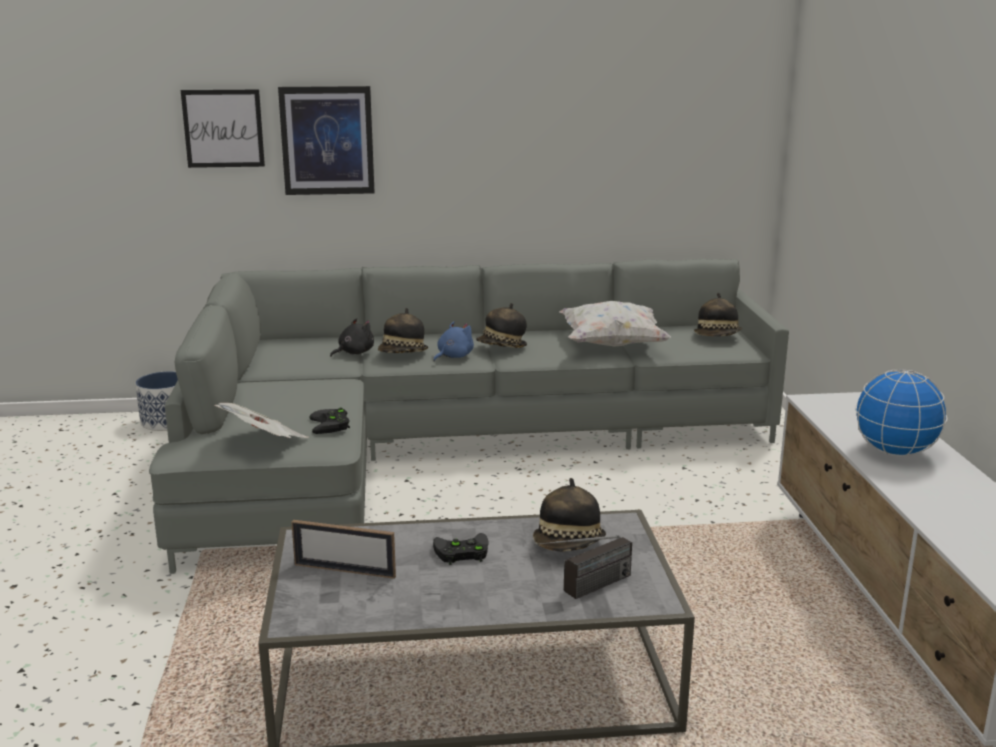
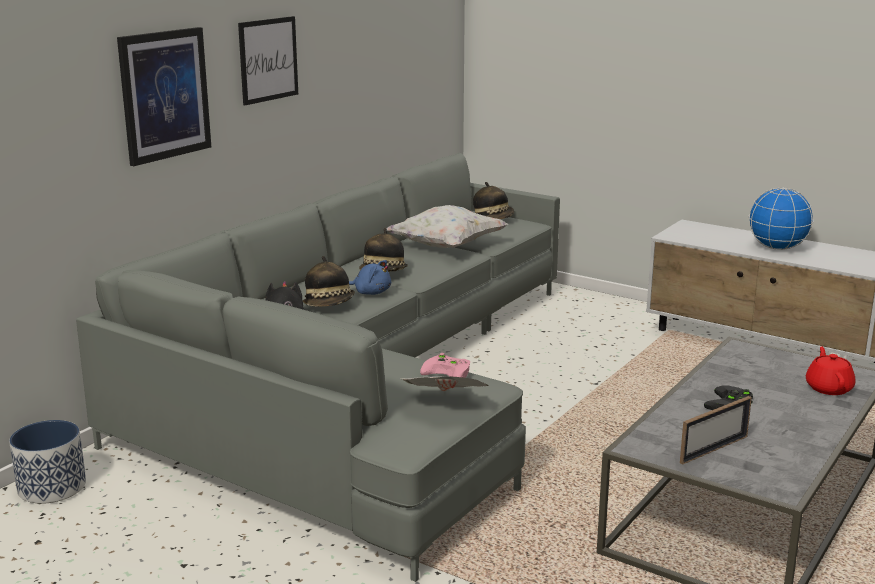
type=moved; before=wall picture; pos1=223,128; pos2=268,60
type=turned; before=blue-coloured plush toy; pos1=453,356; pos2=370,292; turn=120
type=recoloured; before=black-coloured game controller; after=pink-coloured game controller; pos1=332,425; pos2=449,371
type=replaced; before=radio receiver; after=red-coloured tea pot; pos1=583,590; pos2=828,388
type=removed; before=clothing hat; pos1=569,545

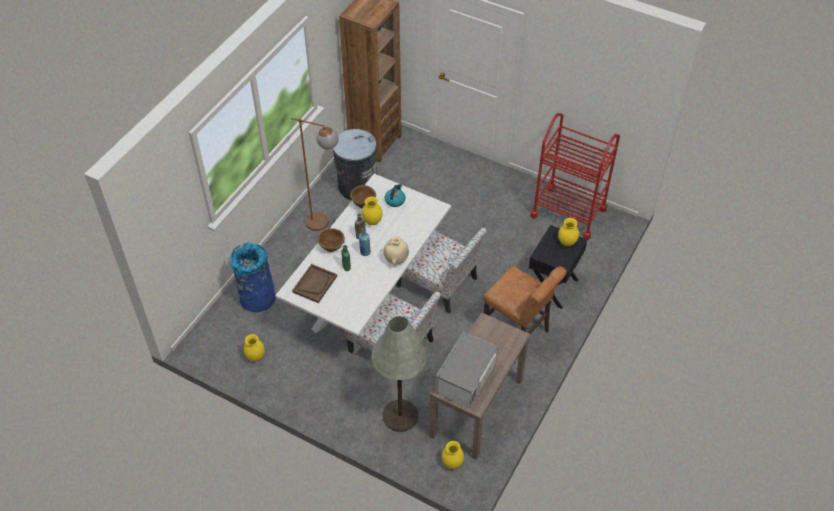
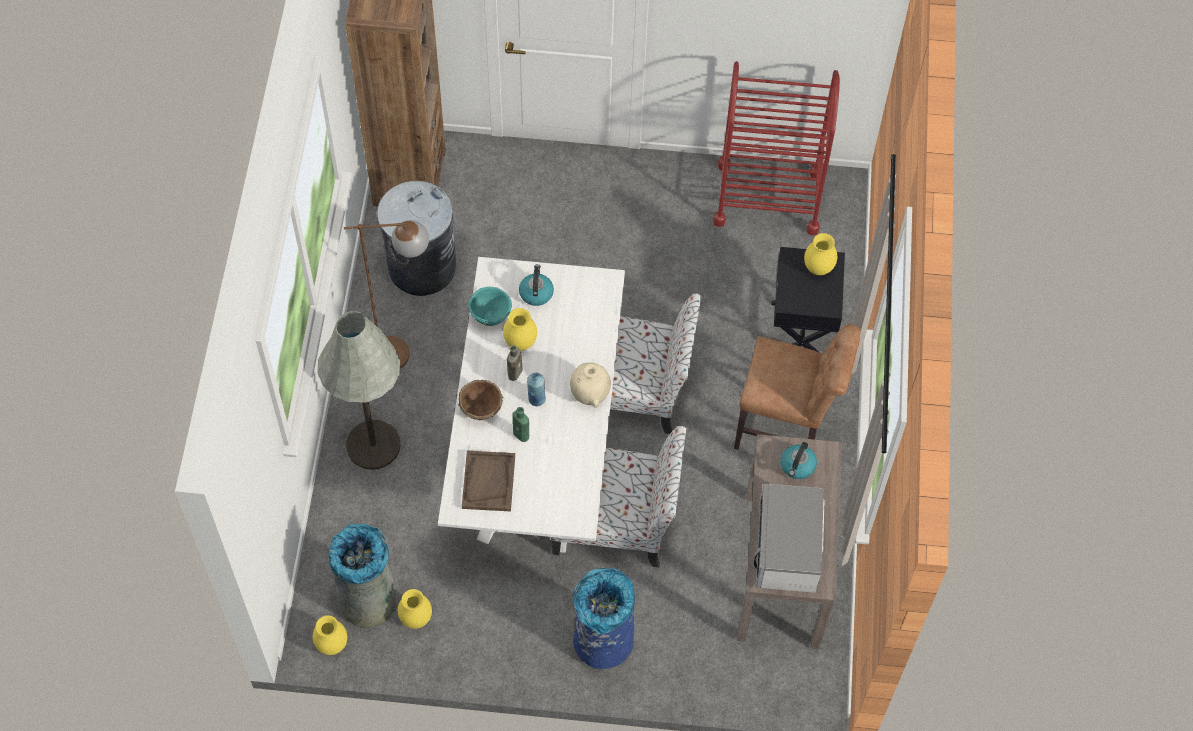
type=moved; before=yellowish decorative vase; pos1=452,463; pos2=332,645
type=moved; before=grey standard lamp; pos1=400,415; pos2=373,445
type=added; after=grey waste bin; pos2=367,598
type=recoloured; before=brownish deep dish; after=turquoise deep dish; pos1=363,203; pos2=490,316
type=moved; before=blue-coloured waste bin; pos1=257,298; pos2=602,641
type=added; after=water kettle; pos2=797,466

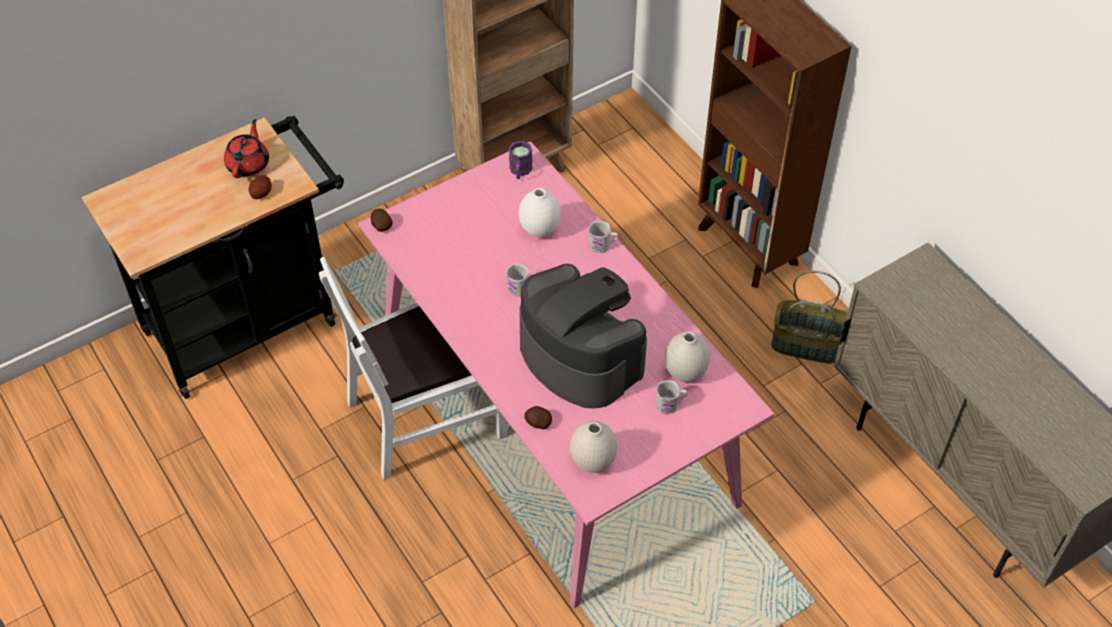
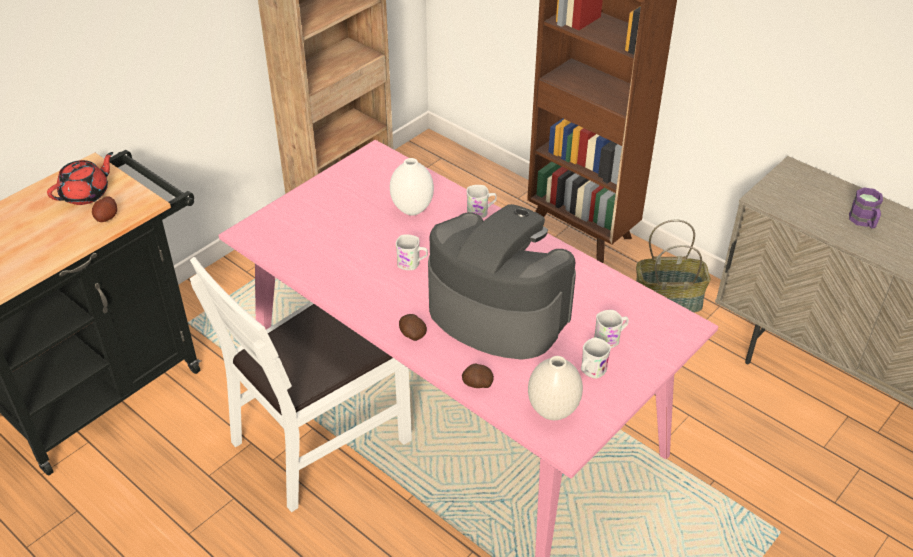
type=turned; before=red-coloured tea pot; pos1=248,164; pos2=86,194; turn=45
type=moved; before=whole potato; pos1=381,225; pos2=412,334
type=added; after=whitish mug; pos2=591,371
type=moved; before=purplish mug; pos1=520,171; pos2=864,222
type=removed; before=whitish decorative vase; pos1=684,373

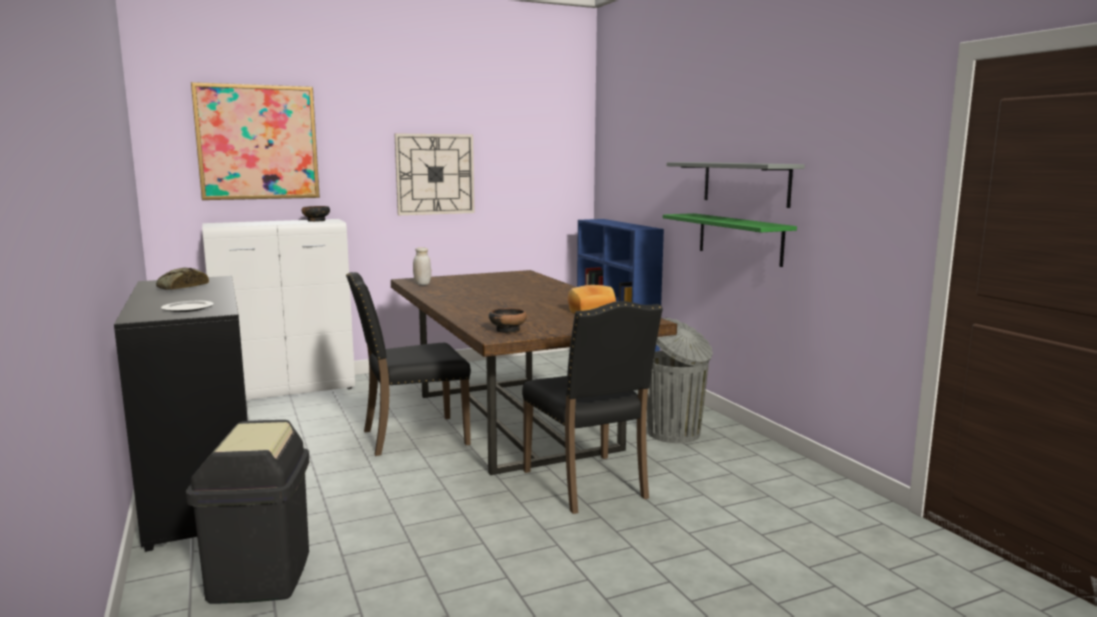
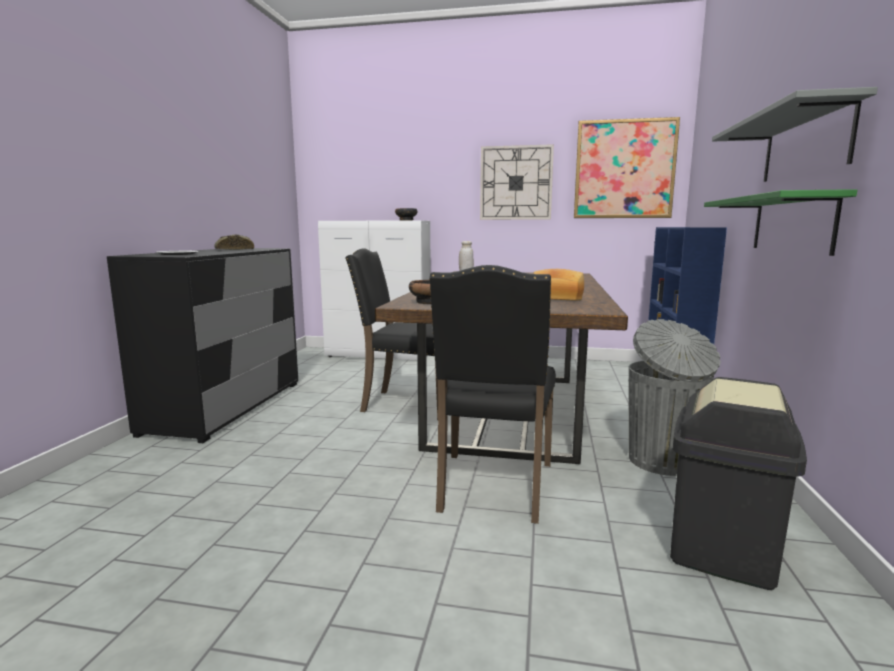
type=moved; before=wall picture; pos1=257,142; pos2=624,169
type=moved; before=black-coloured waste bin; pos1=261,576; pos2=723,550

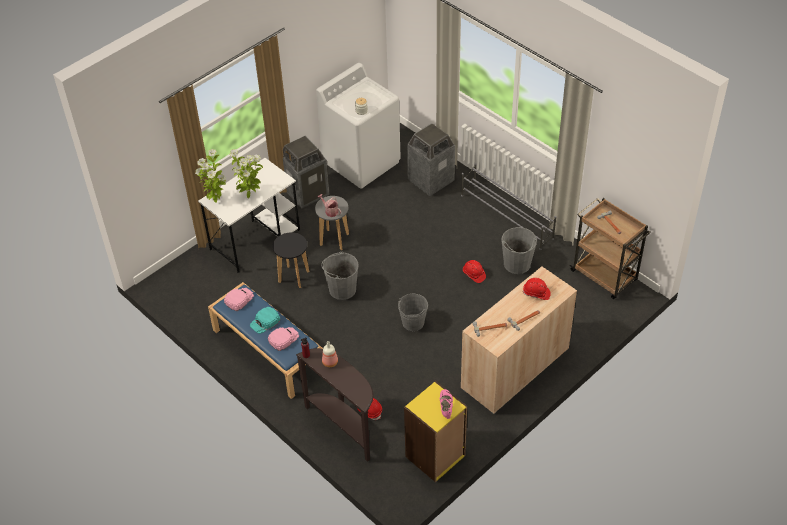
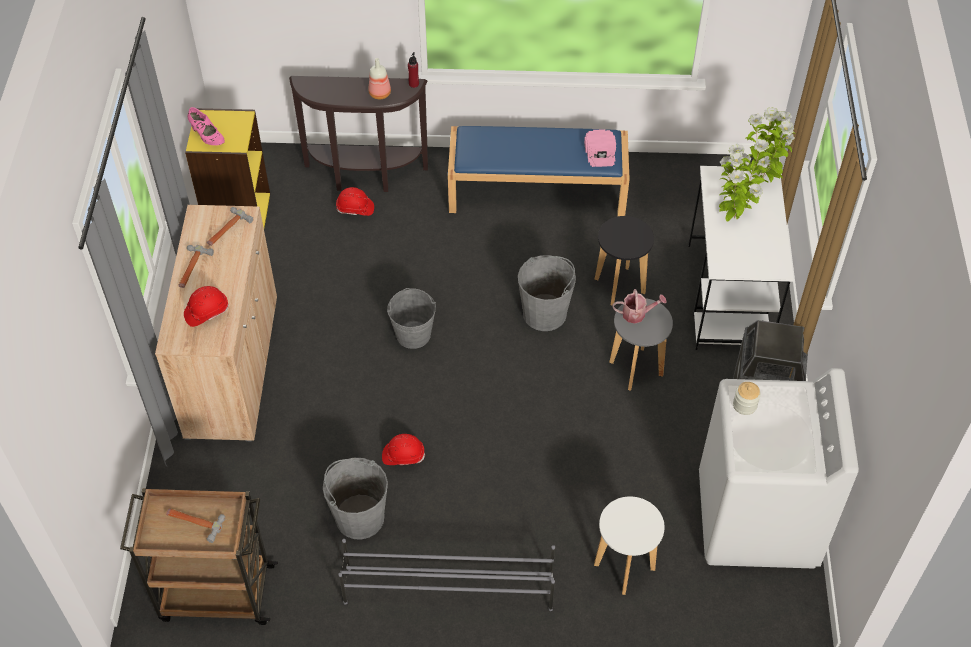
type=replaced; before=waste bin; after=whitish sitting stool; pos1=430,180; pos2=624,567
type=removed; before=turquoise cap; pos1=265,322
type=removed; before=pink-coloured cap; pos1=283,339

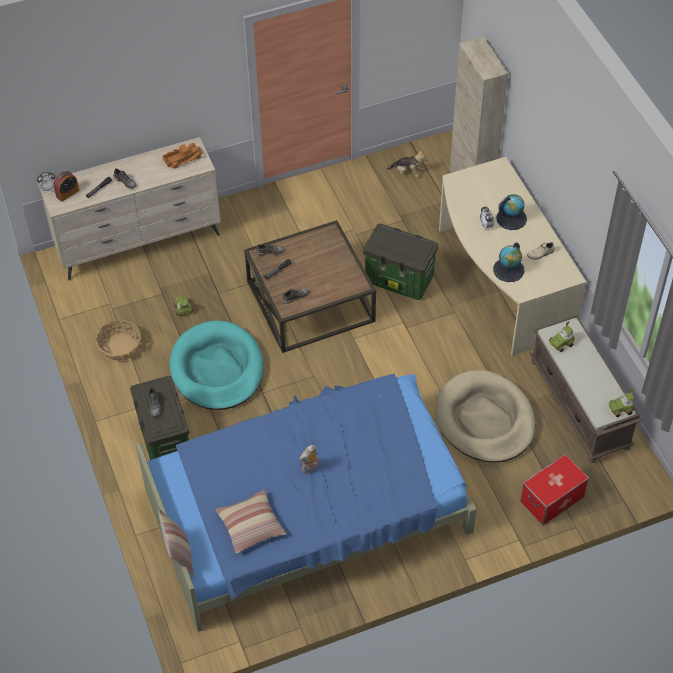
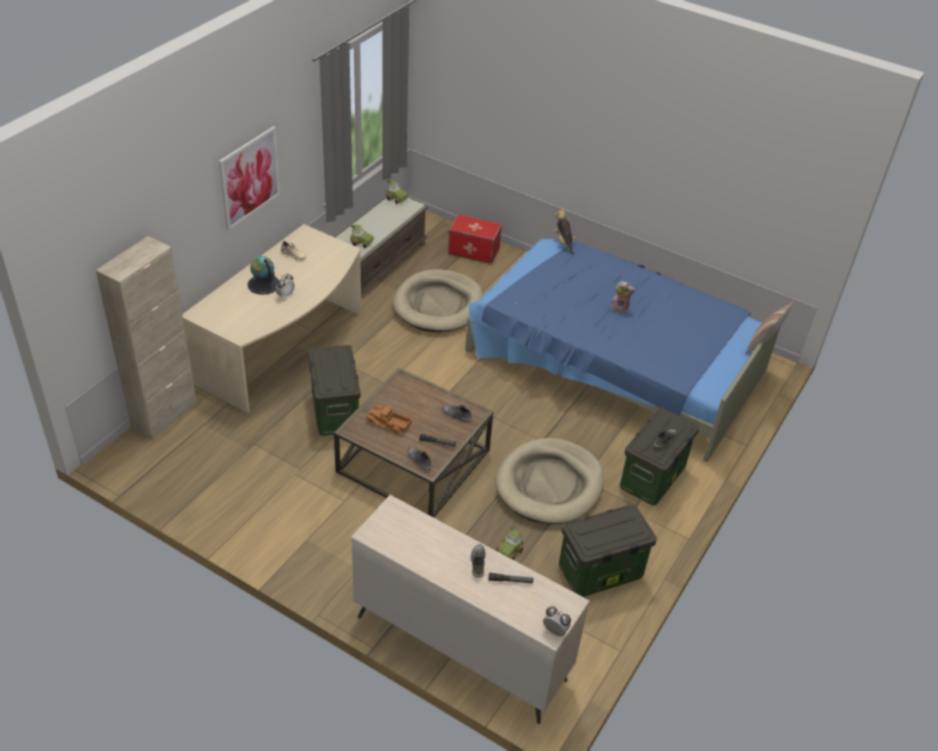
type=added; after=wall picture; pos2=250,178
type=moved; before=model truck; pos1=182,158; pos2=388,423
type=recoloured; before=turquoise dog bed; after=beige dog bed; pos1=217,369; pos2=549,484
type=moved; before=plush toy; pos1=407,172; pos2=563,242
type=replaced; before=storage basket; after=storage bin; pos1=120,347; pos2=599,573
type=removed; before=alarm clock; pos1=67,193
type=removed; before=cushion; pos1=250,525
type=removed; before=desk globe; pos1=508,270

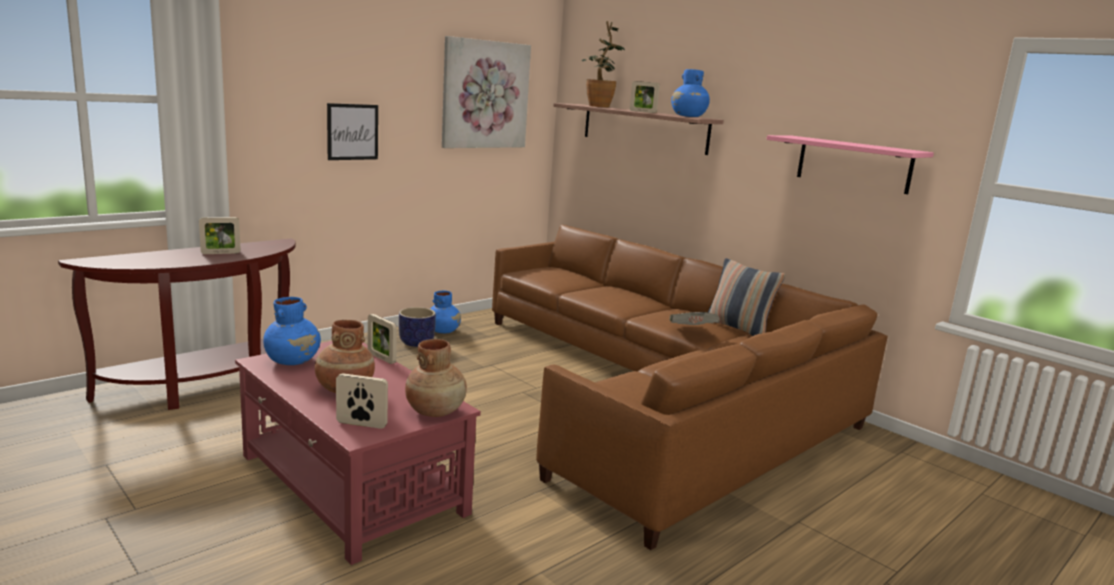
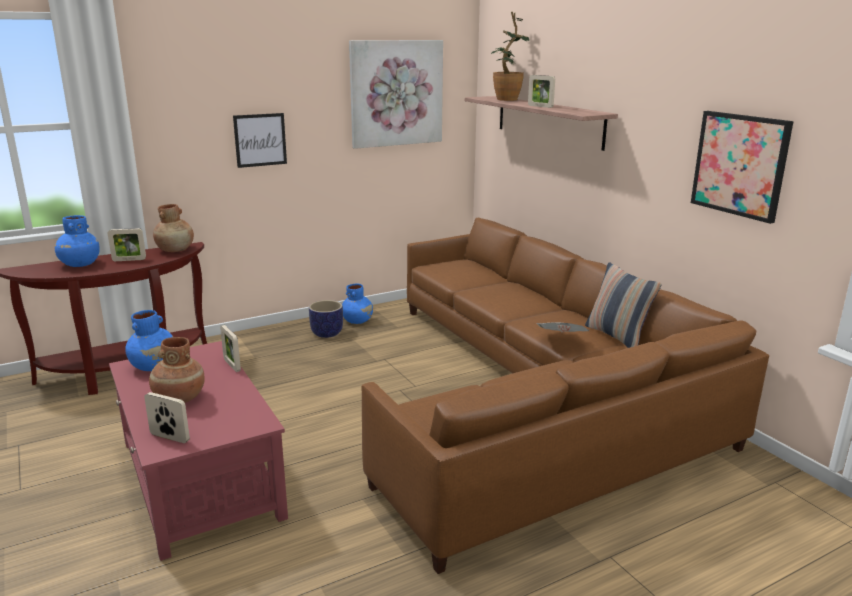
type=moved; before=blue-coloured decorative vase; pos1=688,116; pos2=80,264
type=moved; before=brownish decorative vase; pos1=436,411; pos2=176,250
type=replaced; before=pink-coloured shelf; after=wall picture; pos1=853,164; pos2=740,165

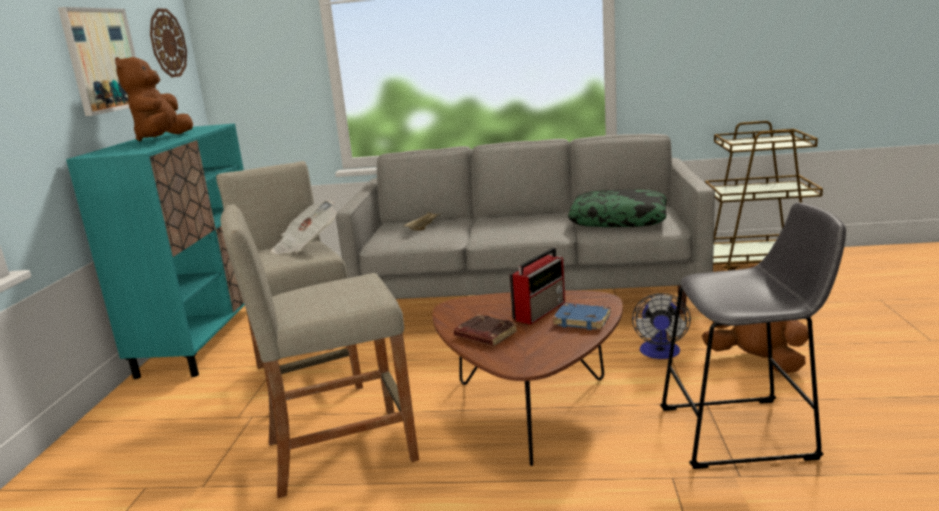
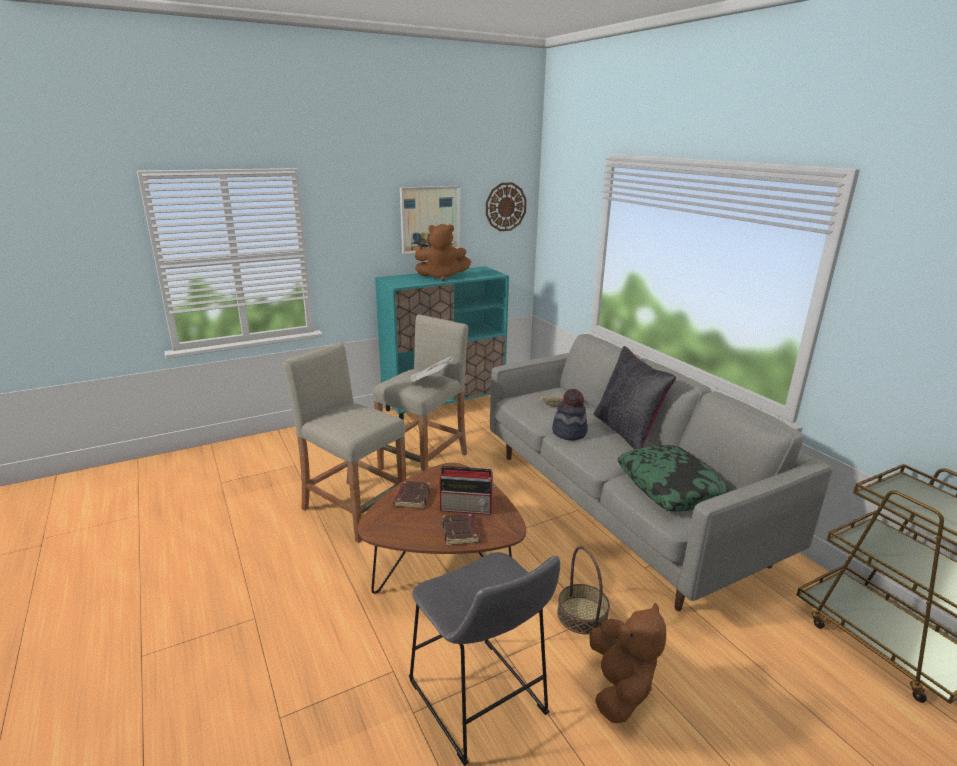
type=turned; before=brownish plush toy; pos1=163,139; pos2=442,277; turn=-150
type=recoloured; before=blue-coloured bound book; after=brownish bound book; pos1=583,320; pos2=461,532
type=added; after=clothing hat; pos2=569,432
type=replaced; before=electric fan; after=storage basket; pos1=660,353; pos2=582,615
type=added; after=black-coloured cushion; pos2=626,431

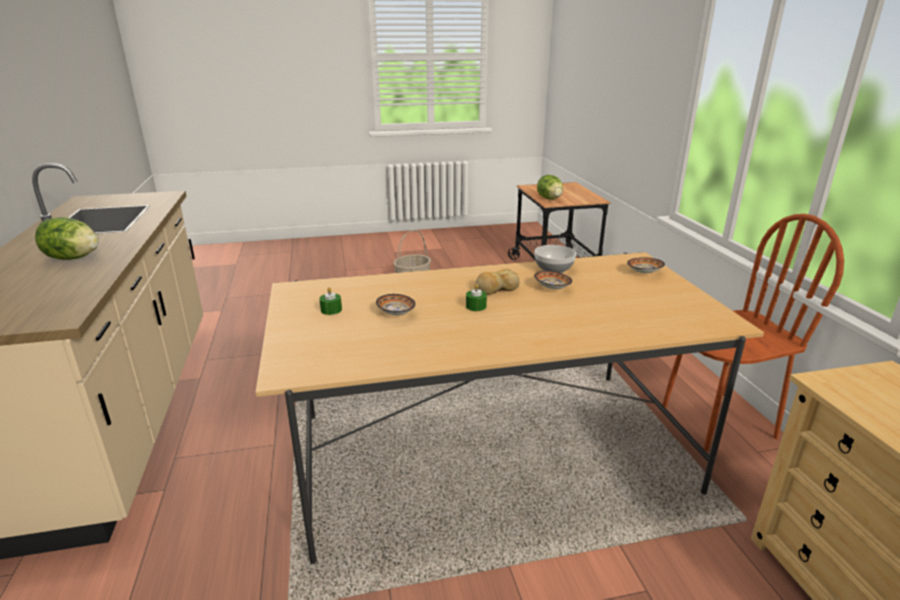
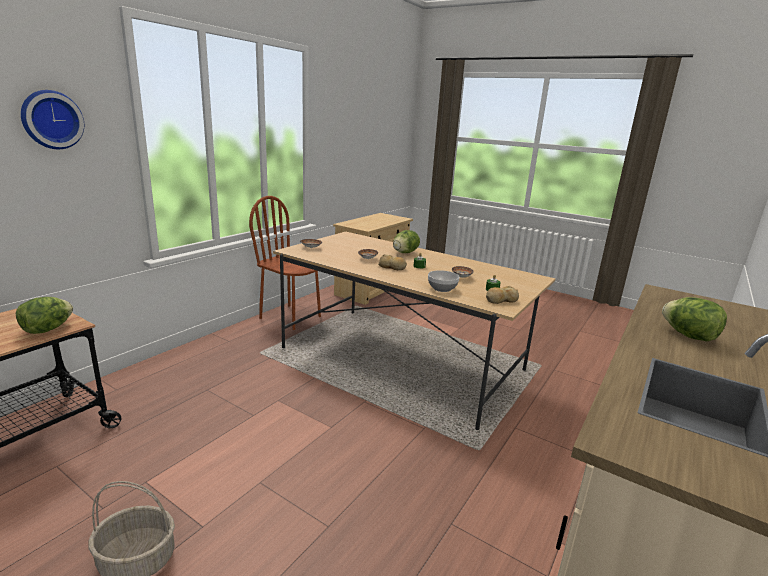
type=added; after=hanging clock; pos2=51,119
type=added; after=head of lettuce; pos2=405,253
type=moved; before=deep dish; pos1=554,269; pos2=441,288
type=added; after=baked bread; pos2=500,300

